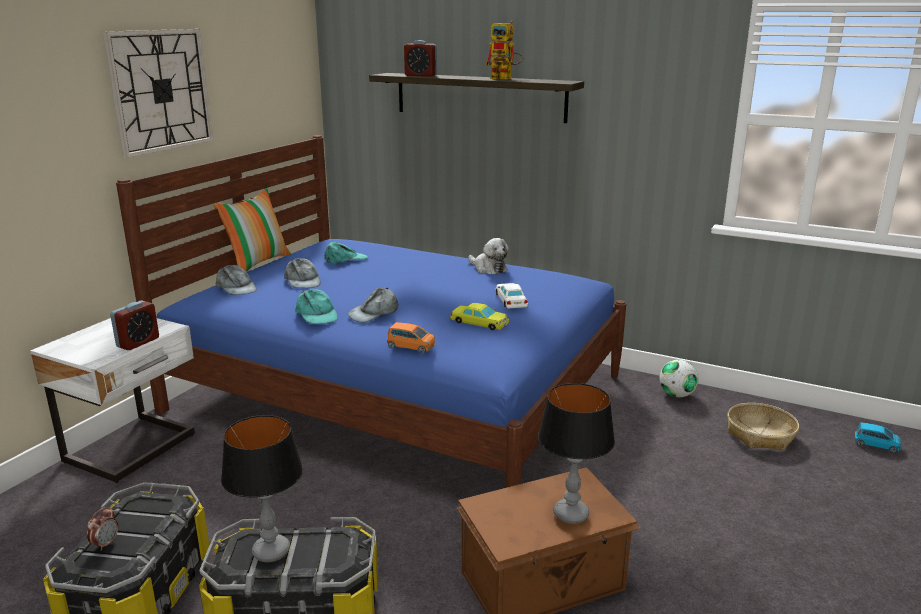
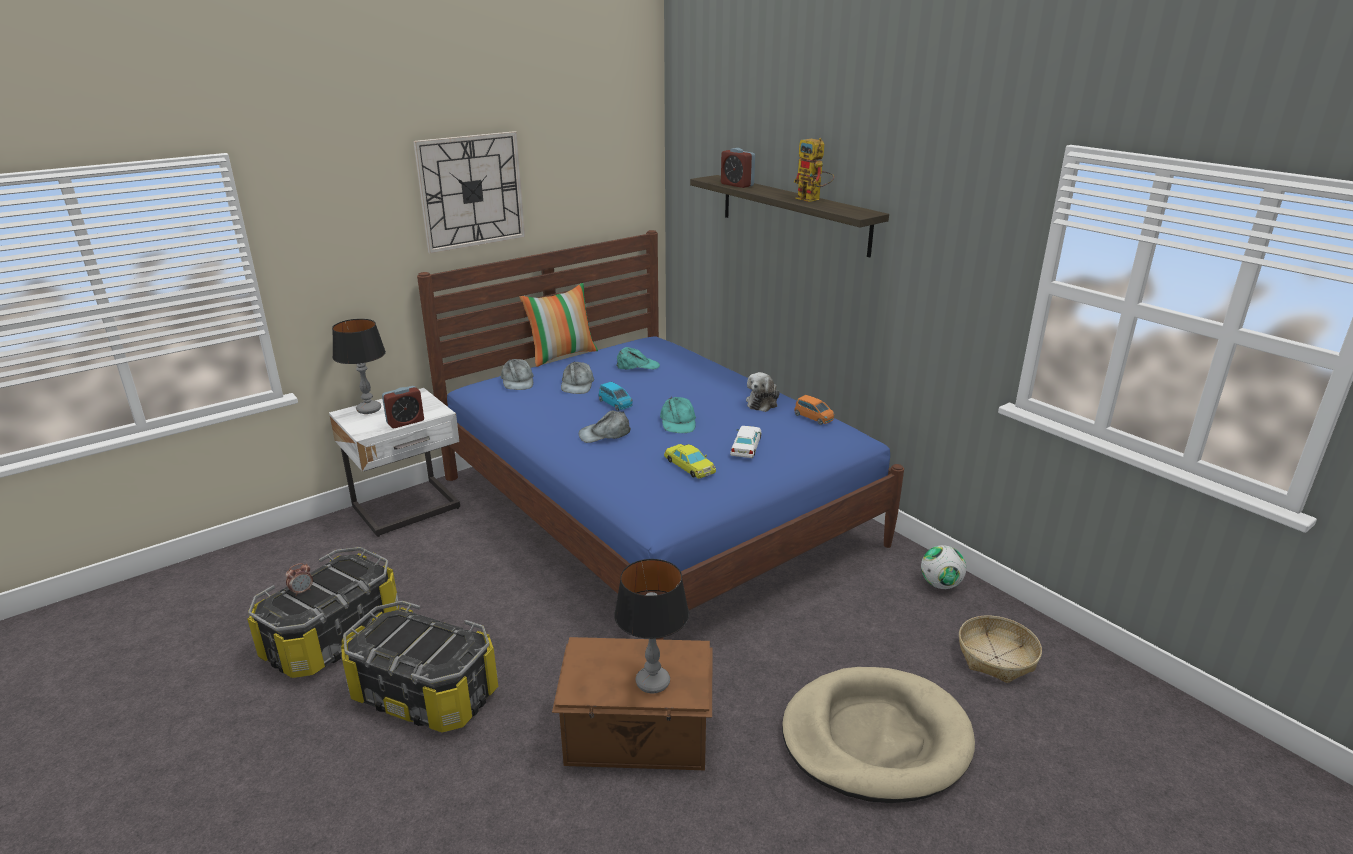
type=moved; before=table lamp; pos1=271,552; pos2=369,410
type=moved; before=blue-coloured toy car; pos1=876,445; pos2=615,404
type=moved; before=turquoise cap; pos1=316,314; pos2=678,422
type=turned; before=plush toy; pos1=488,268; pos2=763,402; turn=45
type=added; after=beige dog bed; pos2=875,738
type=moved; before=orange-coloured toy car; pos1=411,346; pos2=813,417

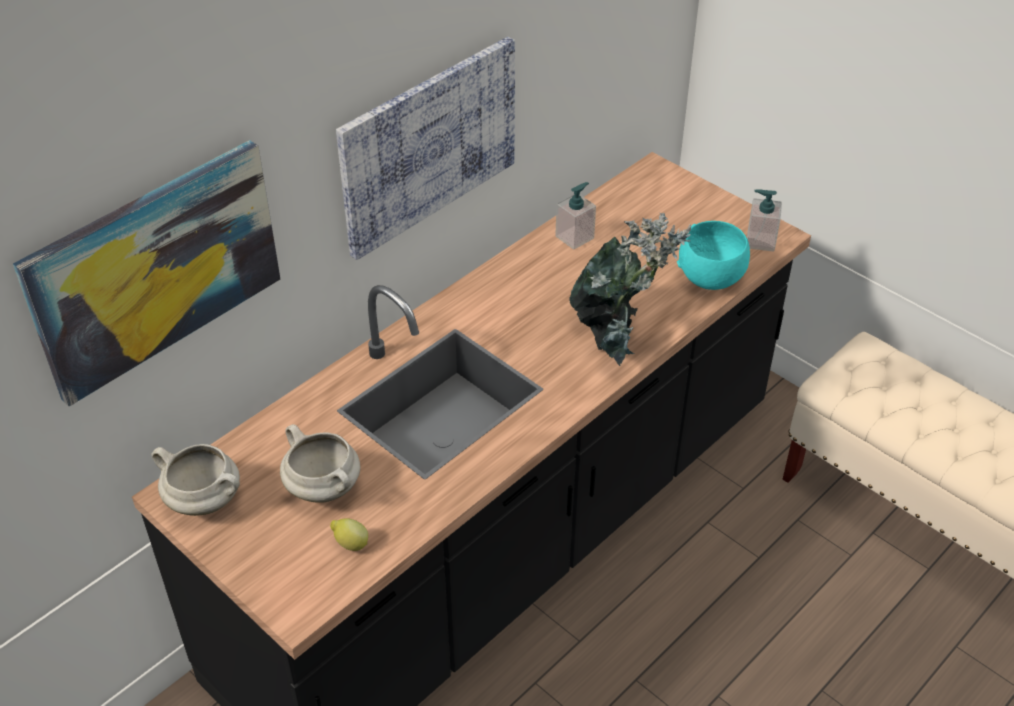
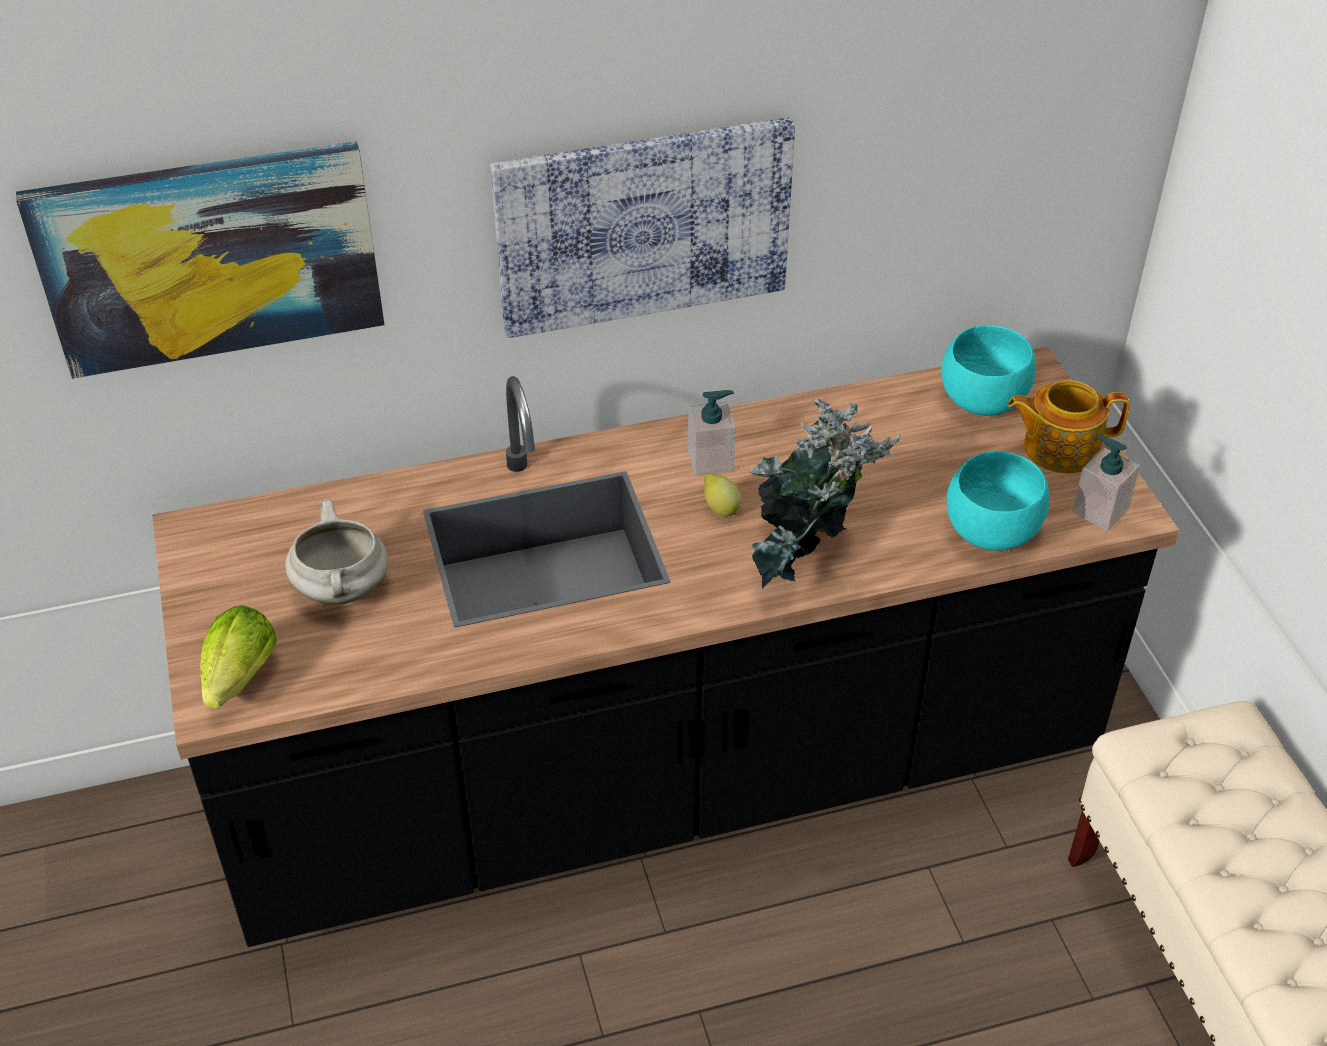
type=added; after=head of lettuce; pos2=238,683
type=moved; before=soap dispenser; pos1=574,237; pos2=710,460
type=moved; before=lemon; pos1=350,544; pos2=720,509
type=added; after=turquoise deep dish; pos2=983,402
type=added; after=tea pot; pos2=1059,447
type=removed; before=whitish stockpot; pos1=206,500

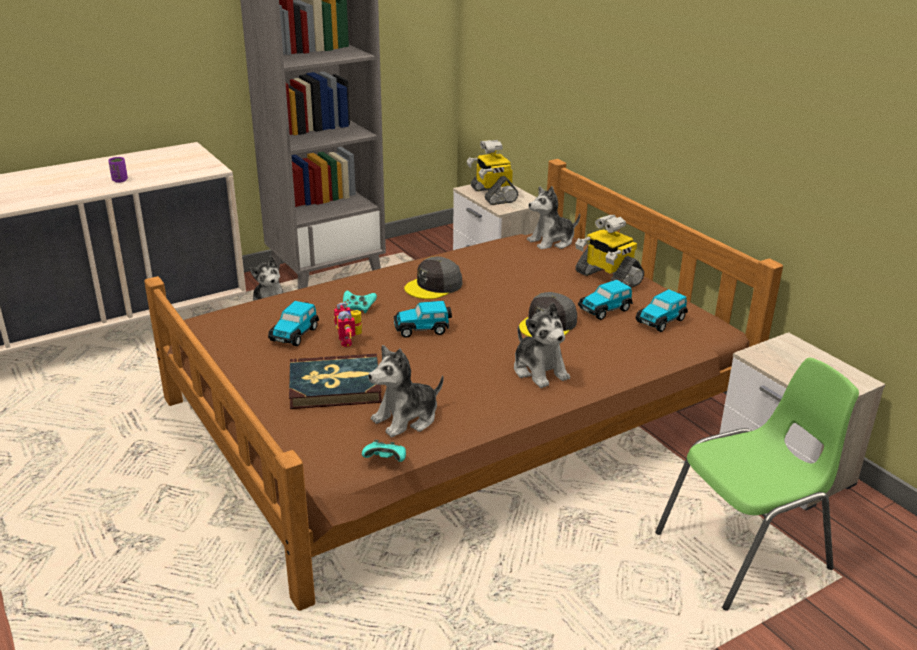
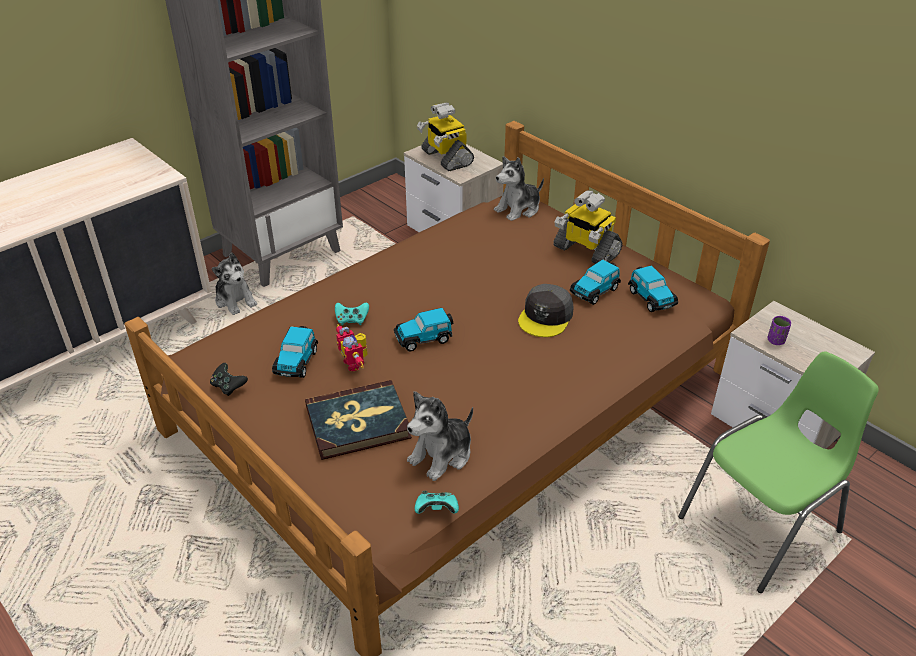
type=added; after=black-coloured game controller; pos2=228,386
type=turned; before=toy car; pos1=661,320; pos2=651,298; turn=-60
type=moved; before=purplish small cup; pos1=120,180; pos2=776,341
type=removed; before=grey cap; pos1=434,286
type=removed; before=plush toy; pos1=539,371

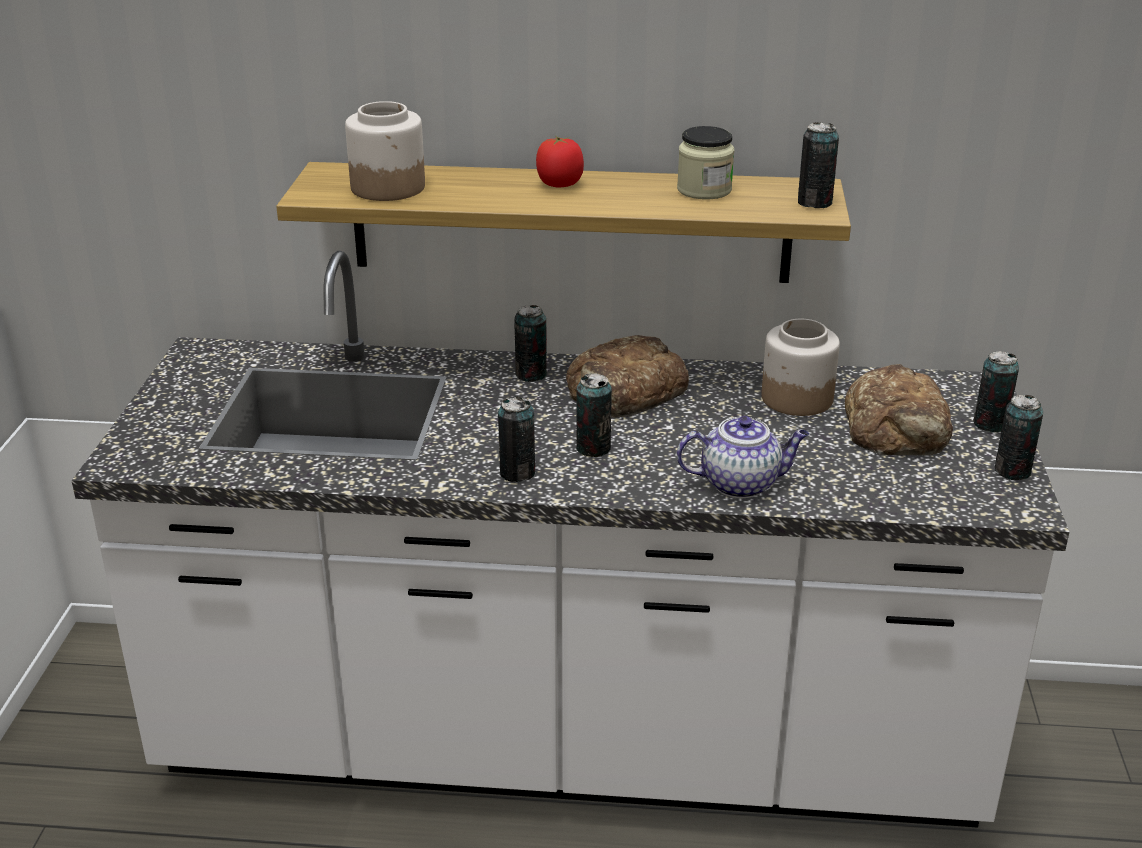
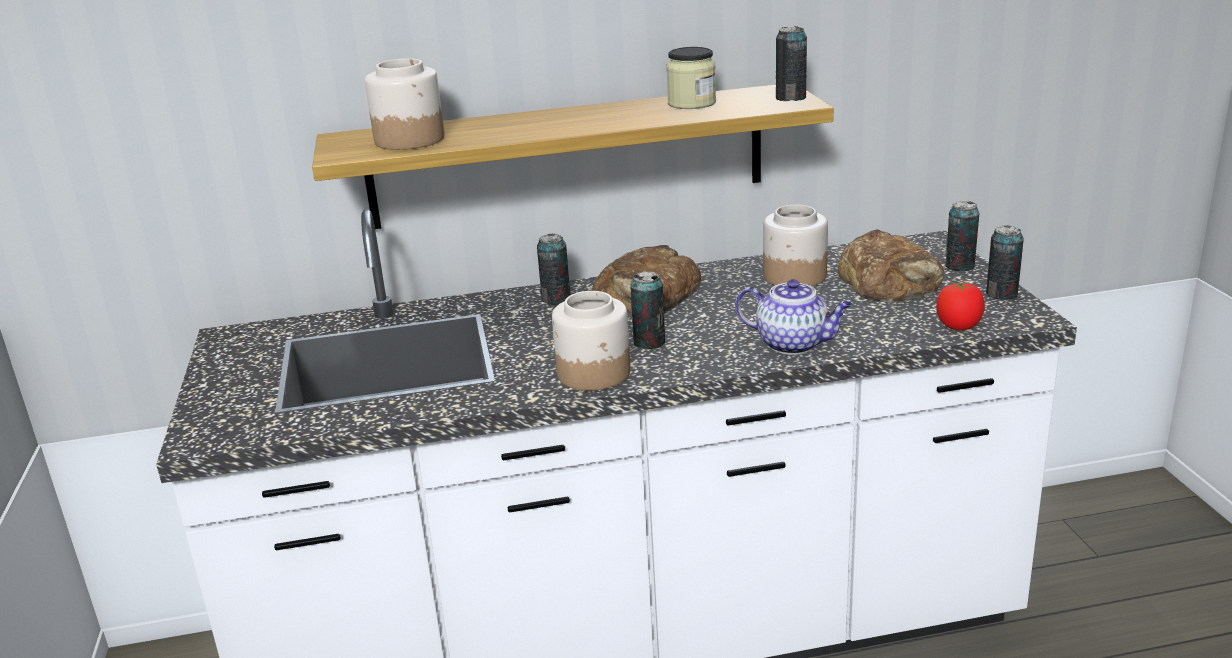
type=replaced; before=can; after=storage jar; pos1=517,473; pos2=594,373
type=turned; before=tea pot; pos1=741,483; pos2=794,344; turn=45
type=moved; before=tomato; pos1=560,184; pos2=959,326

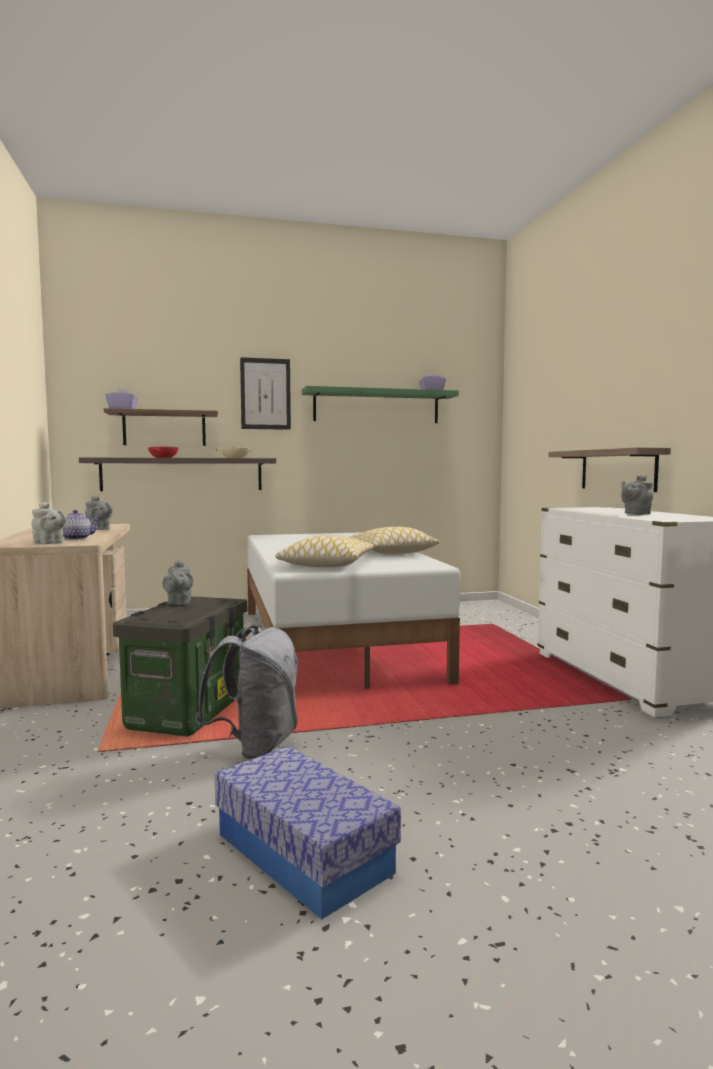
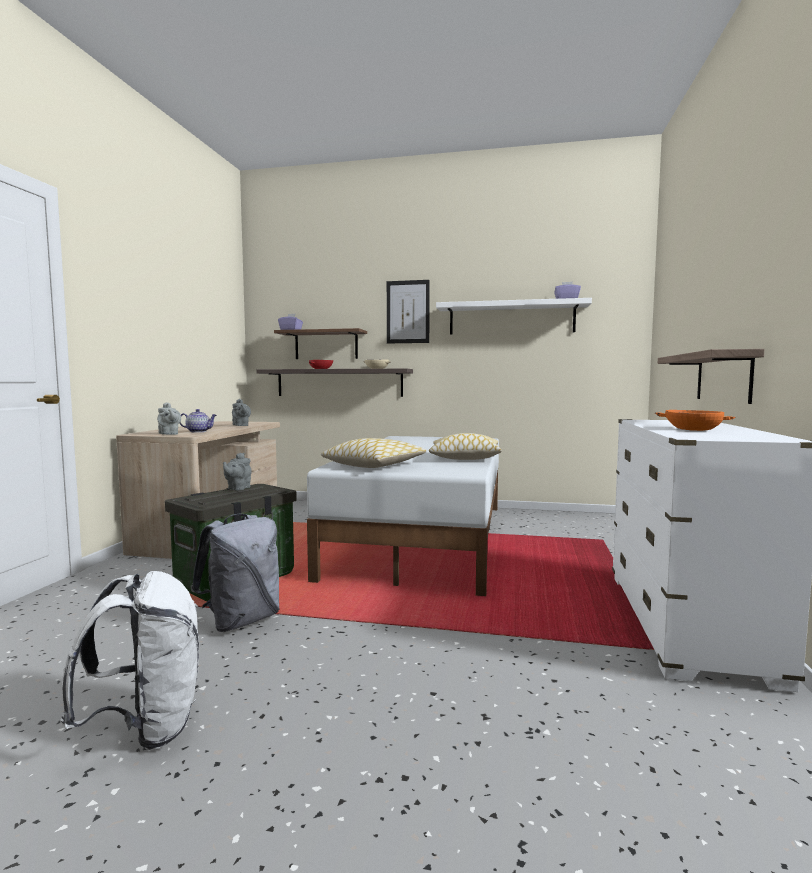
type=replaced; before=storage bin; after=whitish rucksack; pos1=302,853; pos2=146,727
type=recoloured; before=green shelf; after=whitish shelf; pos1=376,406; pos2=511,318
type=replaced; before=grey tea pot; after=orange-coloured deep dish; pos1=635,514; pos2=693,429

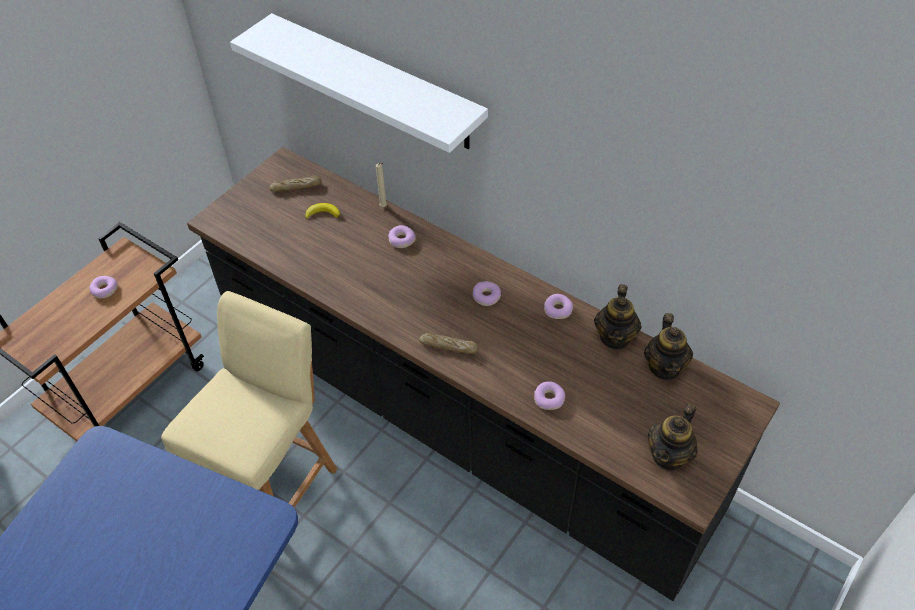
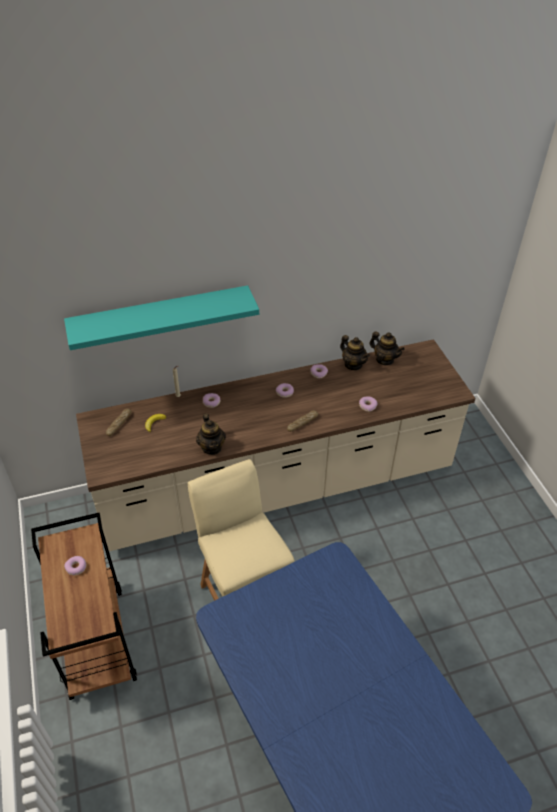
type=recoloured; before=whitish shelf; after=turquoise shelf; pos1=376,82; pos2=160,316
type=recoloured; before=black-coloured kitchen counter; after=beige kitchen counter; pos1=460,416; pos2=277,486
type=moved; before=tea pot; pos1=669,455; pos2=212,447

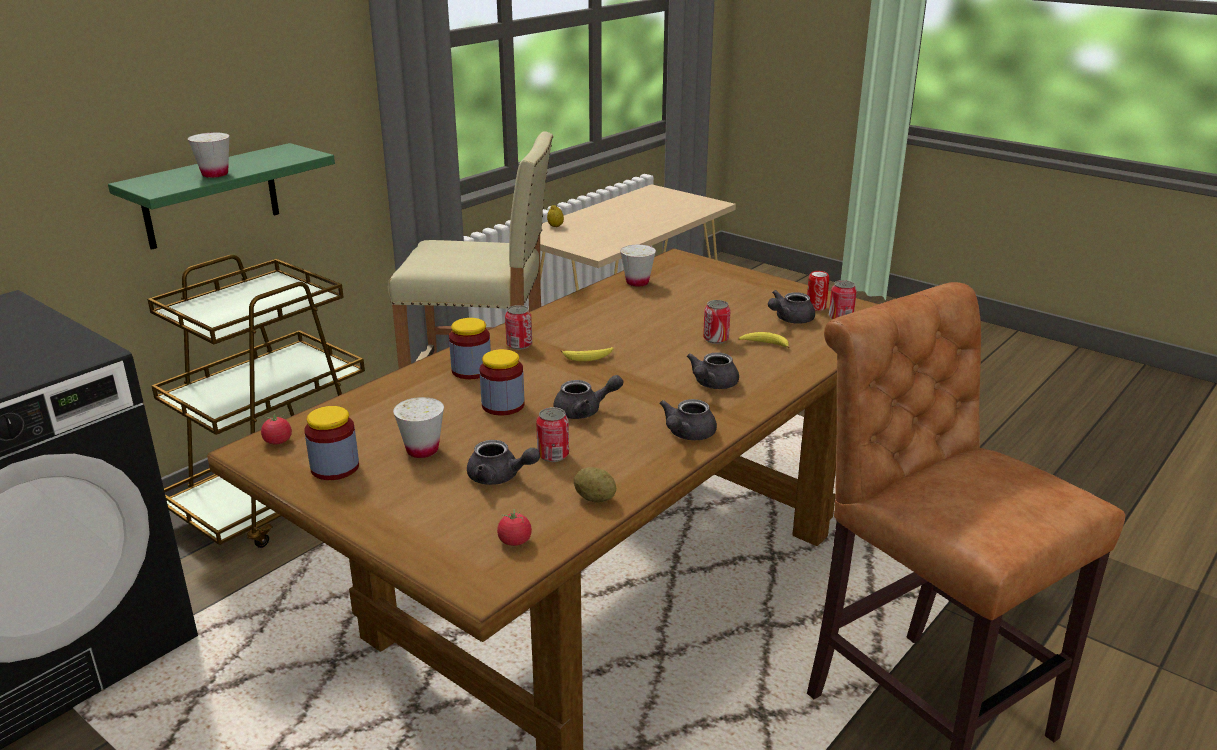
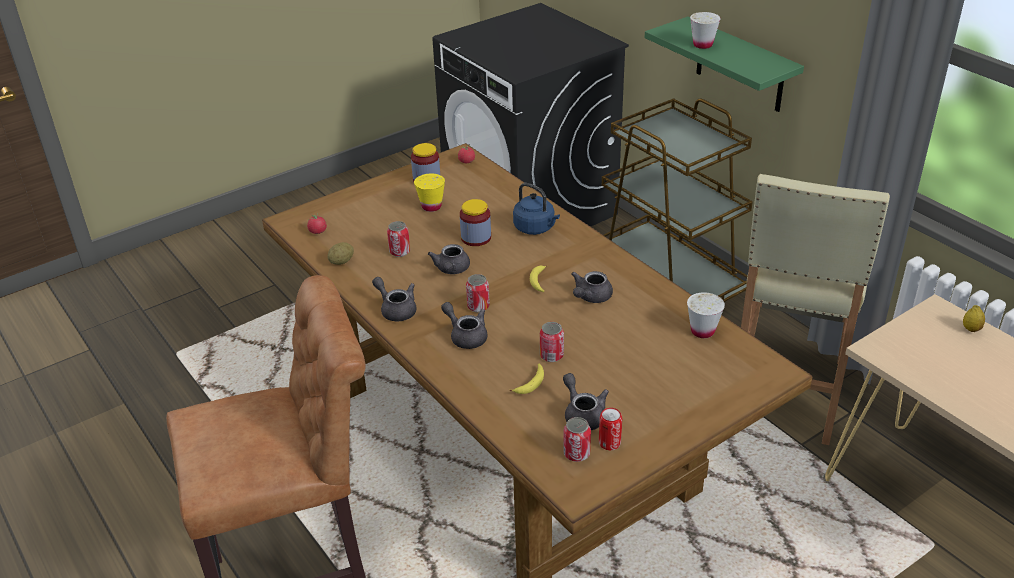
type=recoloured; before=whitish small cup; after=yellowish small cup; pos1=422,450; pos2=431,206
type=moved; before=can; pos1=519,345; pos2=478,306
type=replaced; before=storage jar; after=blue-coloured water kettle; pos1=471,370; pos2=536,228
type=moved; before=grey tea pot; pos1=500,477; pos2=590,297

